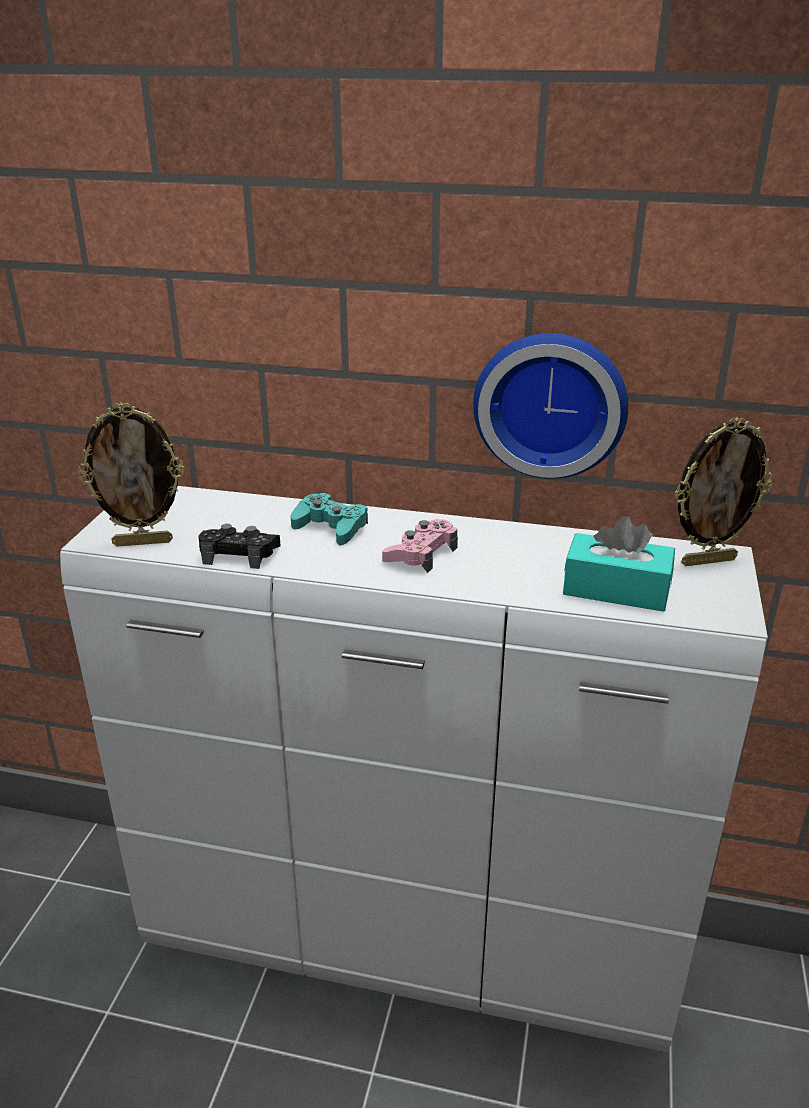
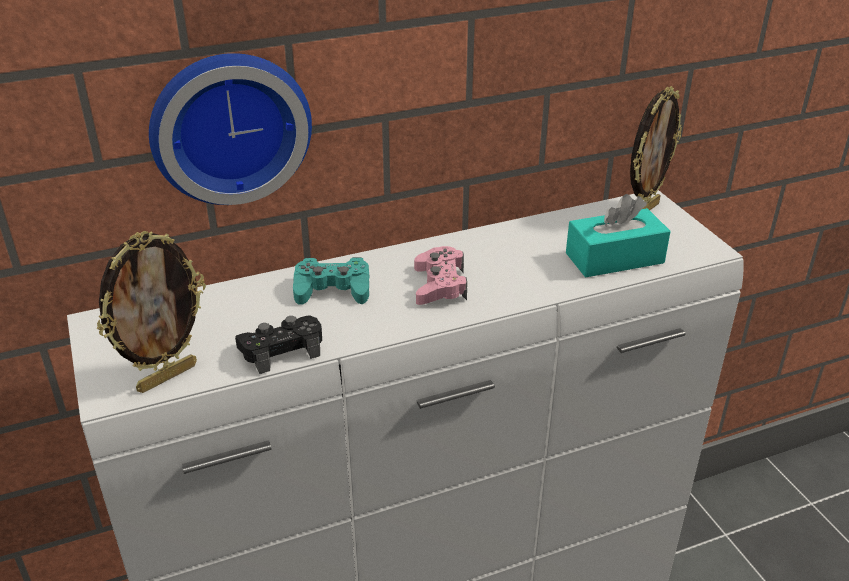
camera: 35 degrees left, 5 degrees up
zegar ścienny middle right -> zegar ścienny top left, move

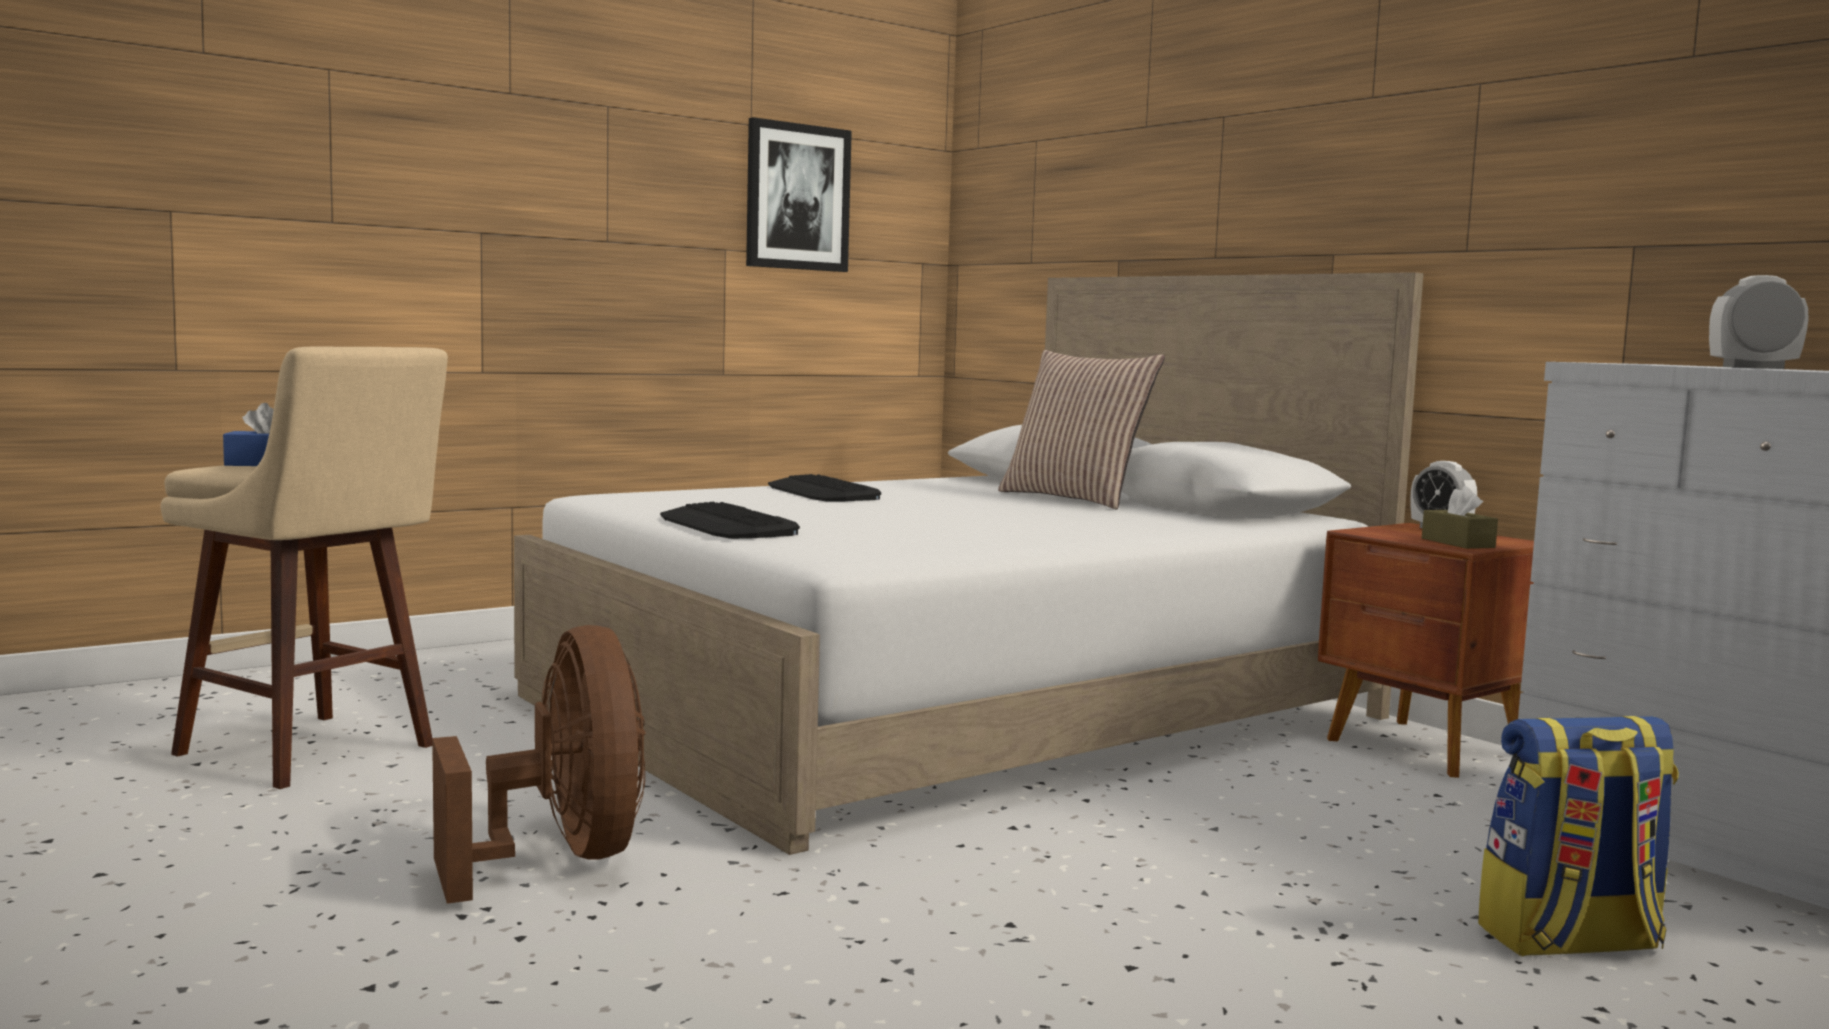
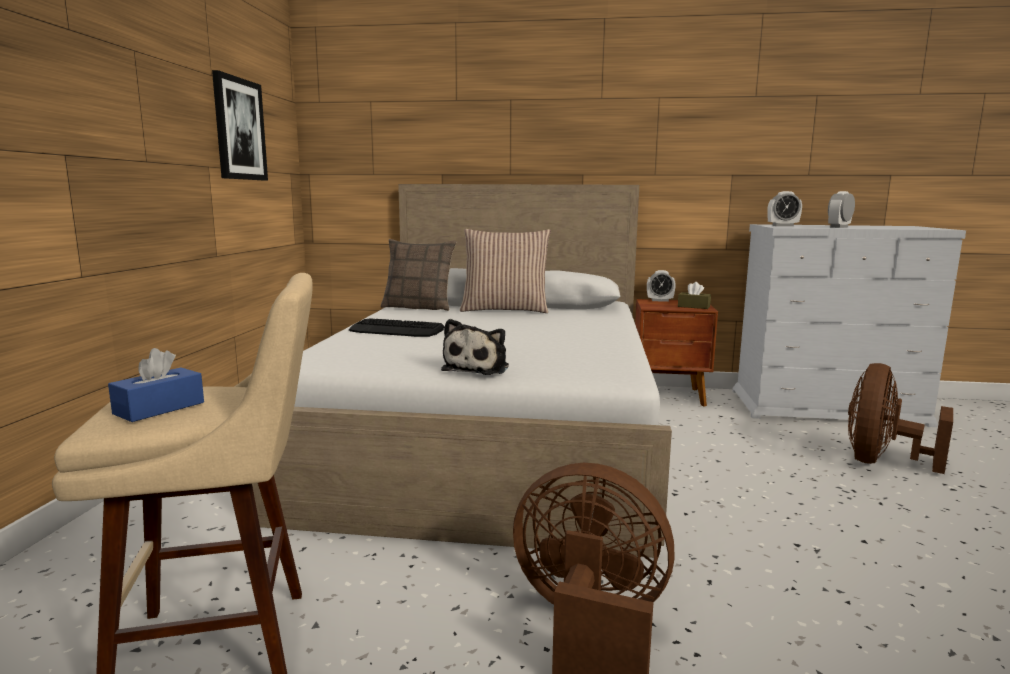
camera: 45 degrees left, 5 degrees up
klawiatura (1st from left) centre -> pluszak centre
plecak bottom right -> wentylator (brązowy) (2nd from left) middle right
none -> budzik (2nd from left) top right
none -> poduszka (1st from left) centre

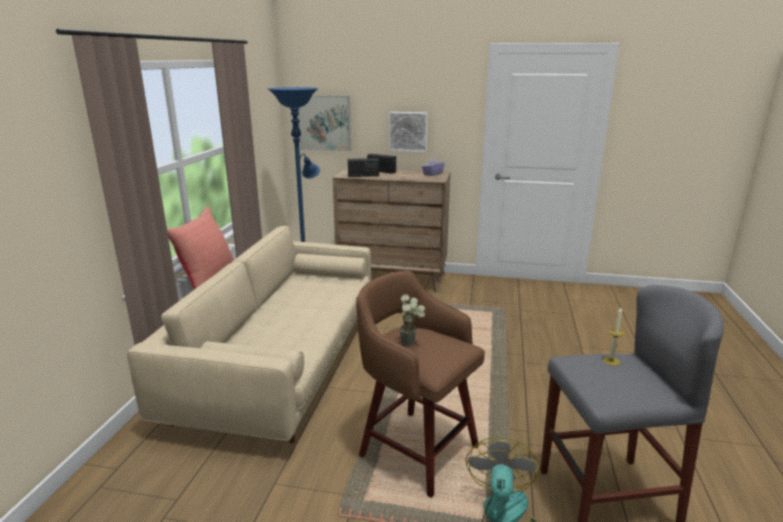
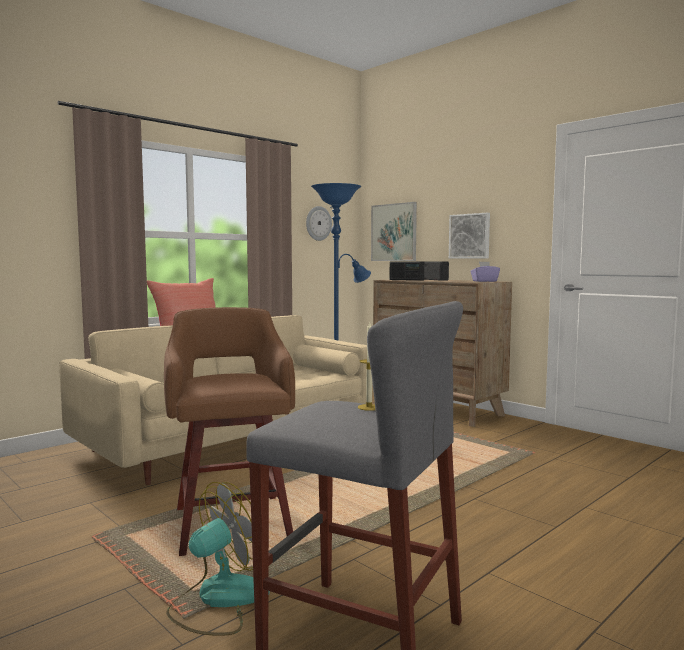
camera: 35 degrees right, 15 degrees down
roślina doniczkowa centre -> none
none -> zegar ścienny centre

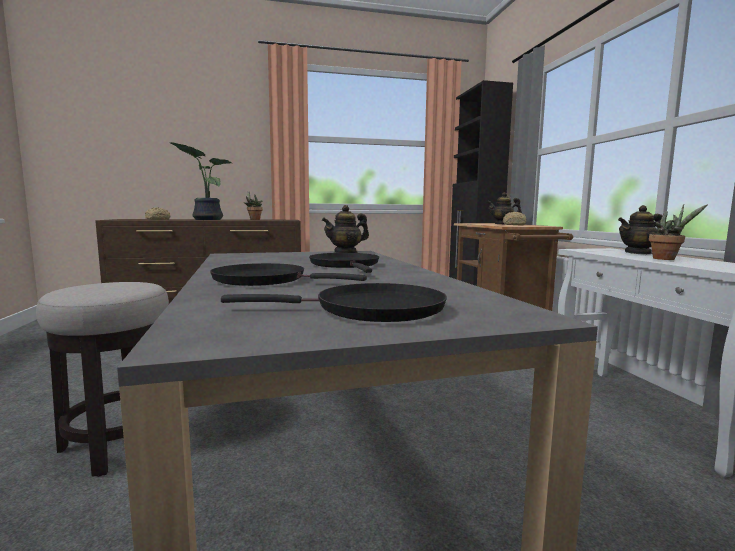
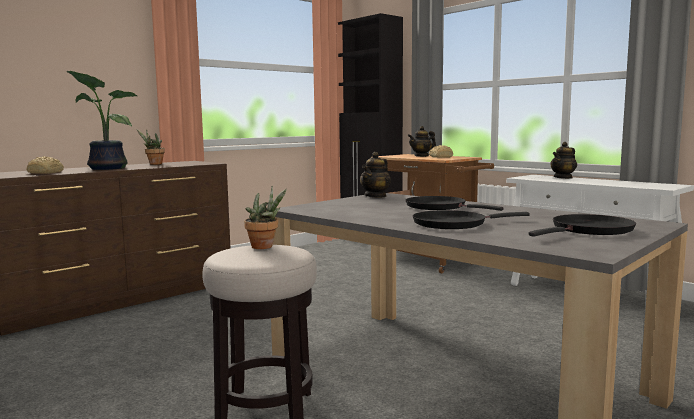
camera: 30 degrees left, 0 degrees up
roślina doniczkowa (3rd from left) middle right -> roślina doniczkowa (3rd from left) centre, move

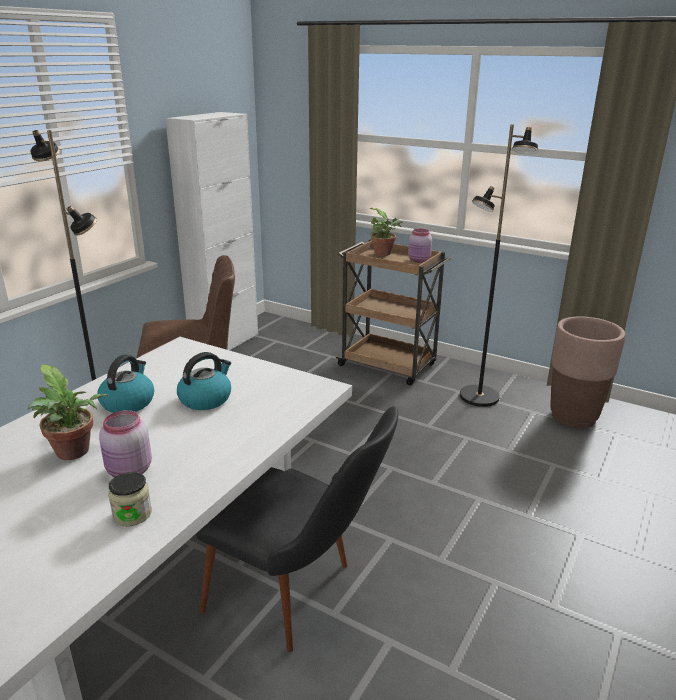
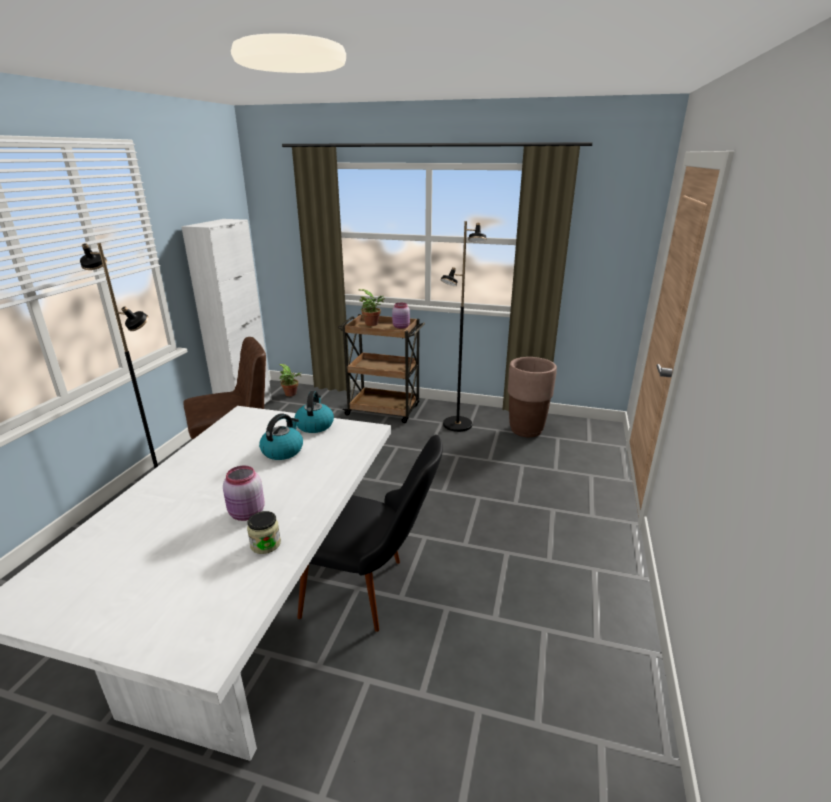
camera: 15 degrees left, 0 degrees up
czajnik (1st from left in the first image) middle left -> czajnik (2nd from left) centre, move
roślina doniczkowa (1st from left) middle left -> roślina doniczkowa (1st from left) centre, move

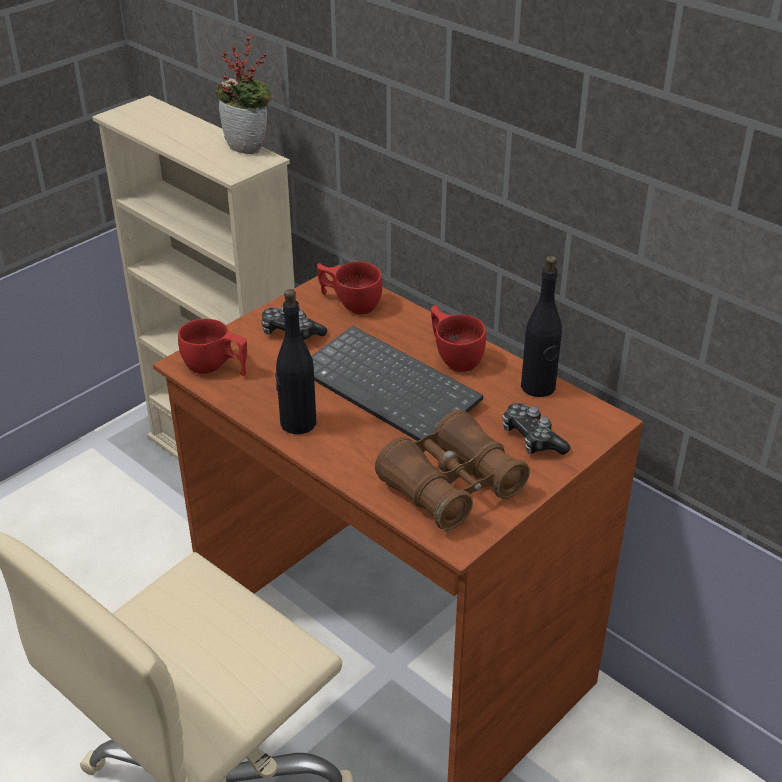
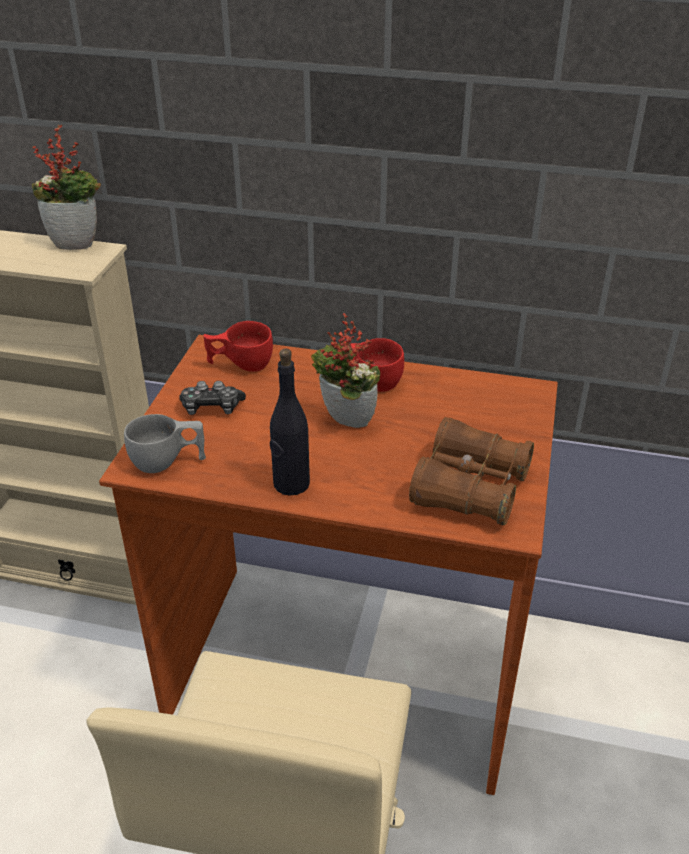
camera: 30 degrees left, 0 degrees up
butelka (czarny) (2nd from left) middle right -> none
filiżanka (czerwony) (1st from left) middle left -> filiżanka (szary) middle left
klawiatura centre -> roślina doniczkowa (2nd from left) centre
pad do gier (2nd from left) middle right -> none

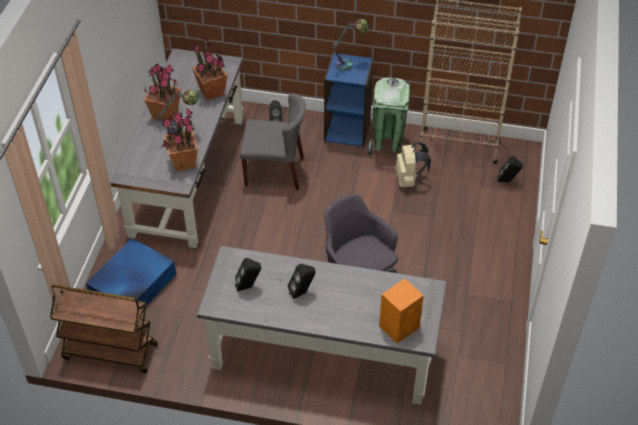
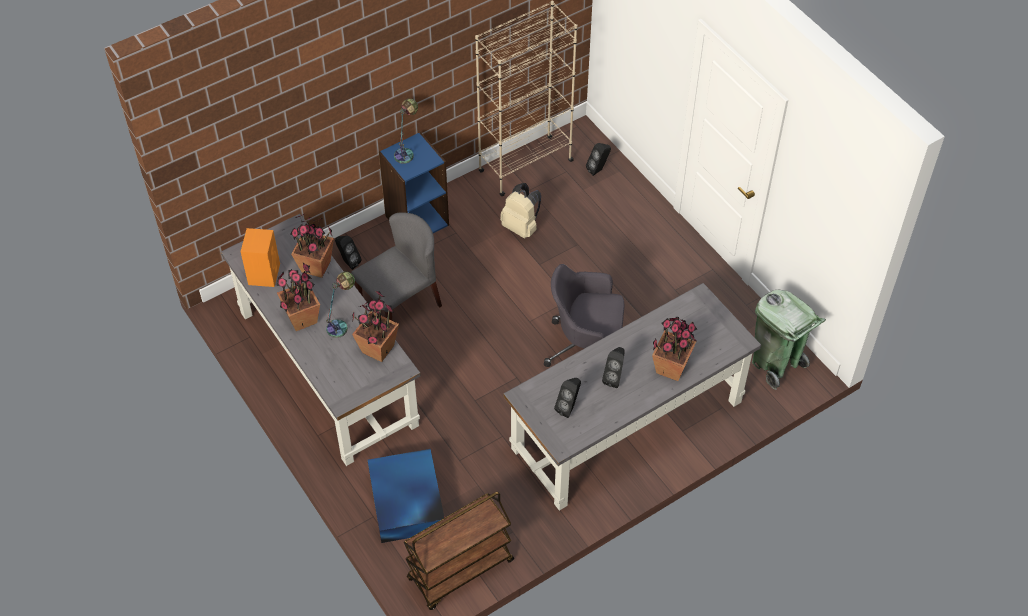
camera: 45 degrees left, 5 degrees up
kosz na śmieci (zielony) top centre -> kosz na śmieci (zielony) middle right, move
głośnik (pomarańczowy) bottom centre -> głośnik (pomarańczowy) middle left, move
none -> roślina doniczkowa (4th from left) centre

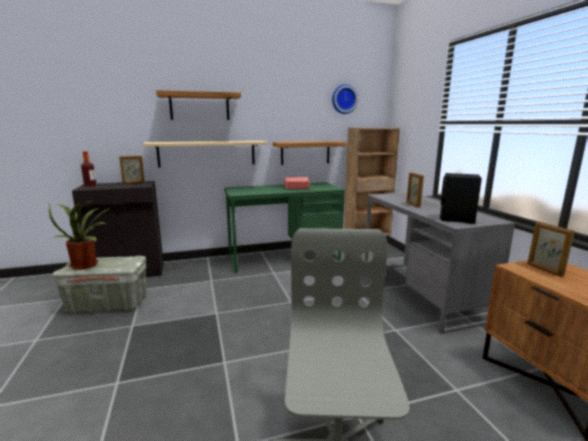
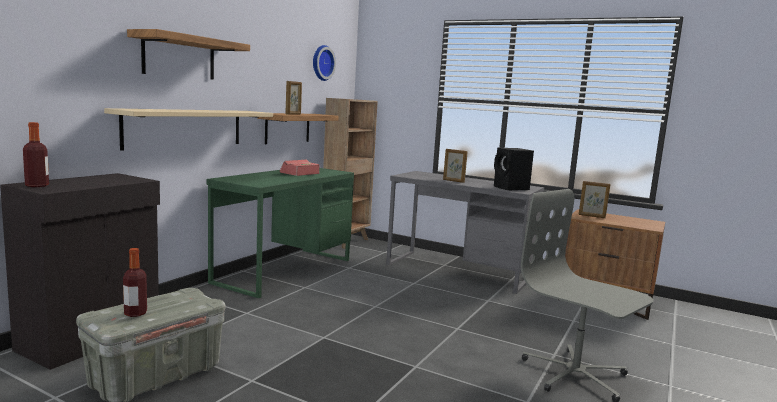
camera: 45 degrees left, 5 degrees down
ramka na zdjęcie (1st from left) middle left -> ramka na zdjęcie (1st from left) top centre, move
roślina doniczkowa middle left -> butelka (2nd from left) bottom left

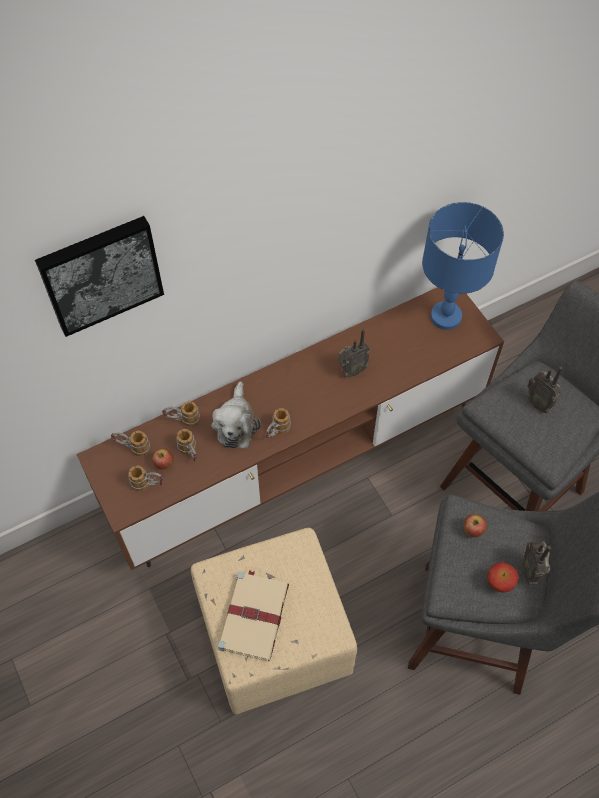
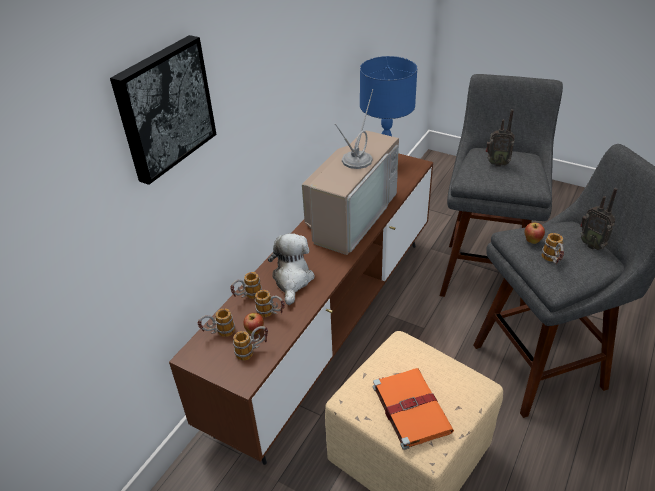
camera: 30 degrees left, 20 degrees down
radio (1st from left) centre -> telewizor centre
pluszak centre, 150 degrees counterclockwise
kubek (5th from left) centre -> kubek (5th from left) middle right, move
jabłko (3rd from left) bottom right -> none
książka (beżowy) bottom centre -> książka (pomarańczowy) bottom centre

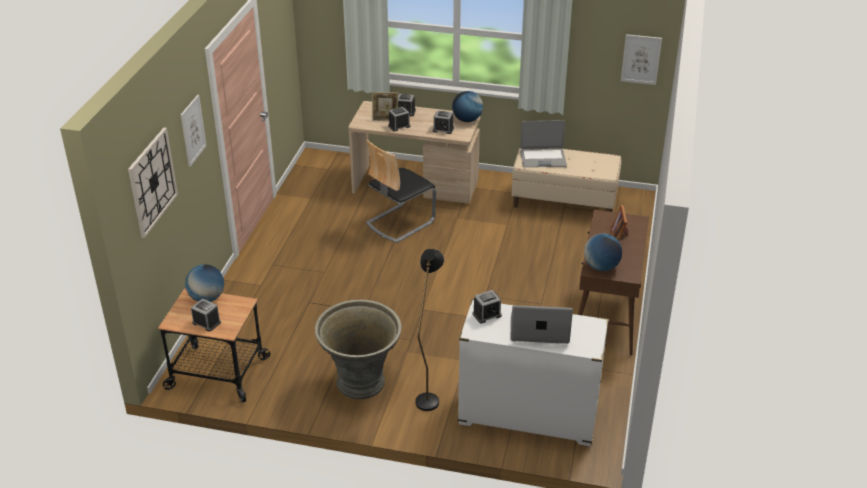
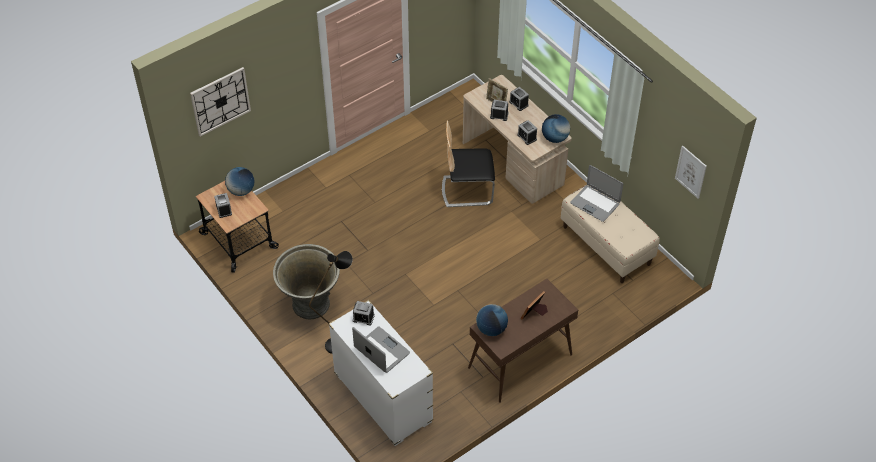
camera: 40 degrees right, 15 degrees up
obraz (1st from left) top left -> none

